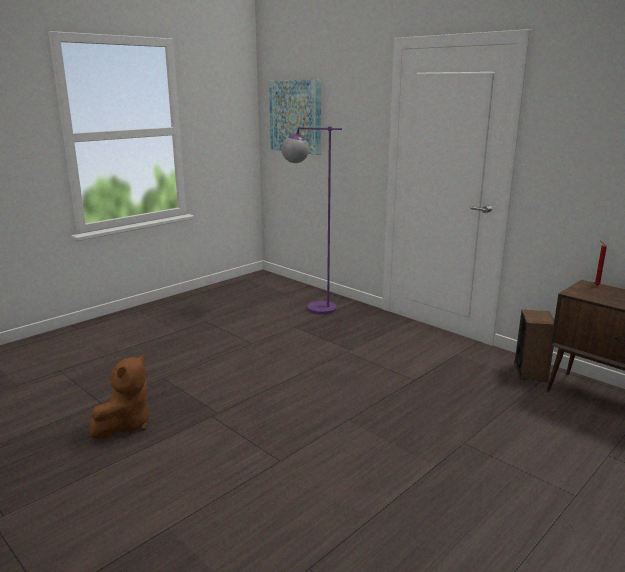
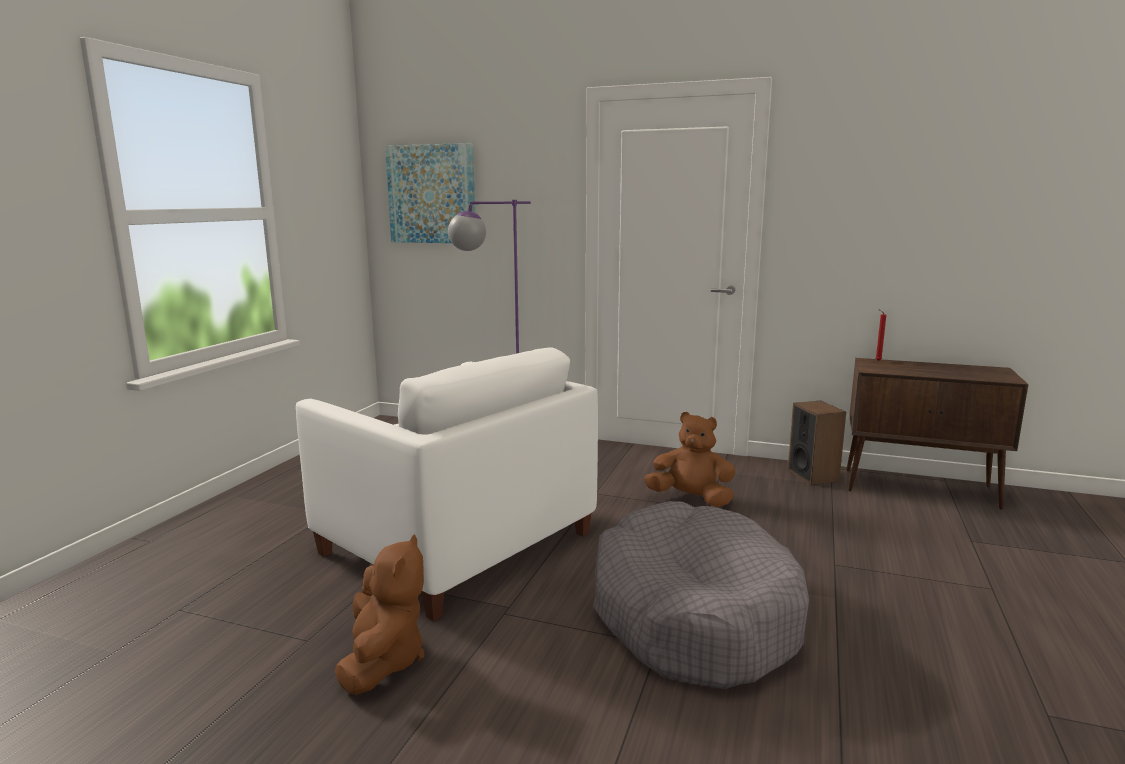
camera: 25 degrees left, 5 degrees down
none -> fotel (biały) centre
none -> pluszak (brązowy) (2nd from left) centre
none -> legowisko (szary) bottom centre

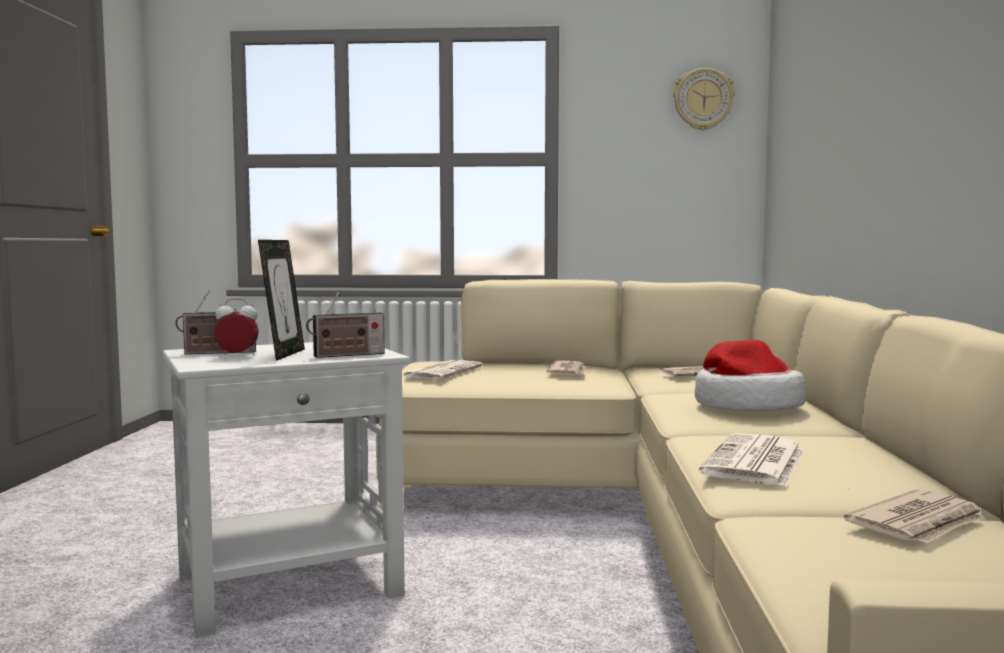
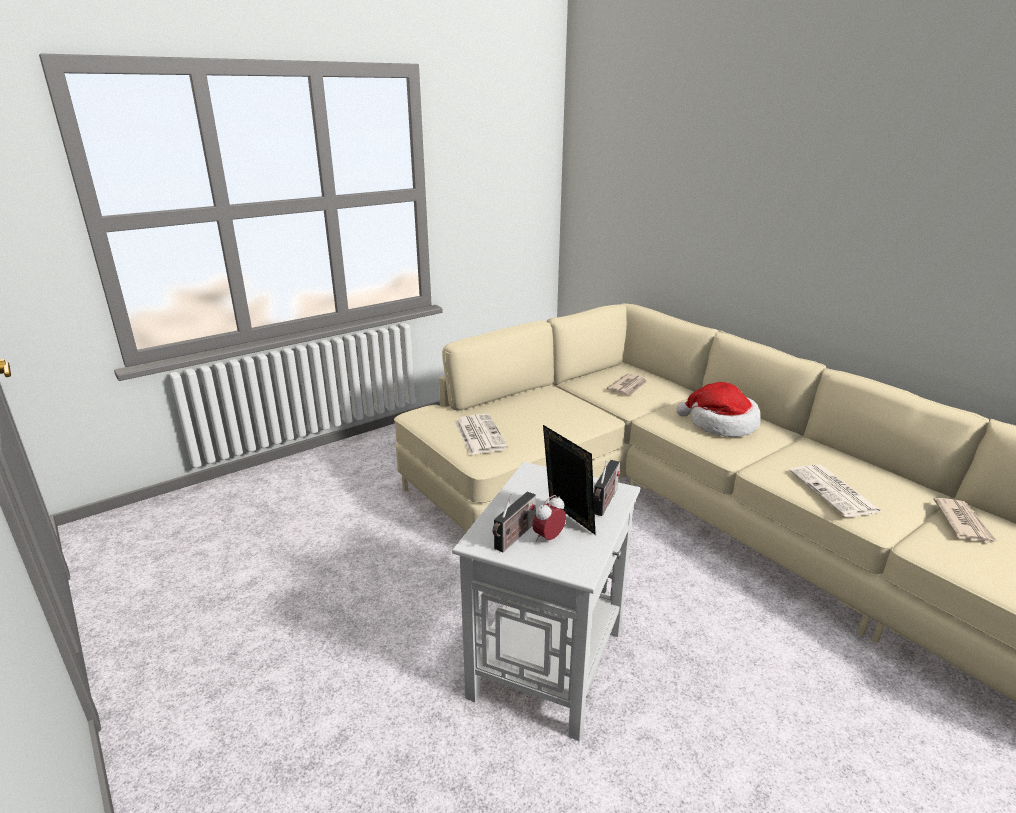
camera: 40 degrees left, 20 degrees up
zegar ścienny top right -> none
gazeta (2nd from left) centre -> none

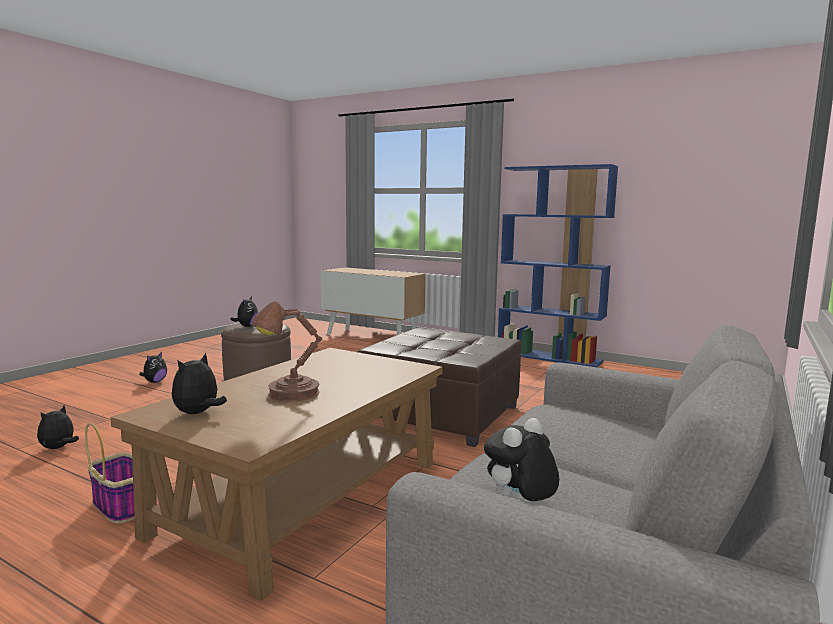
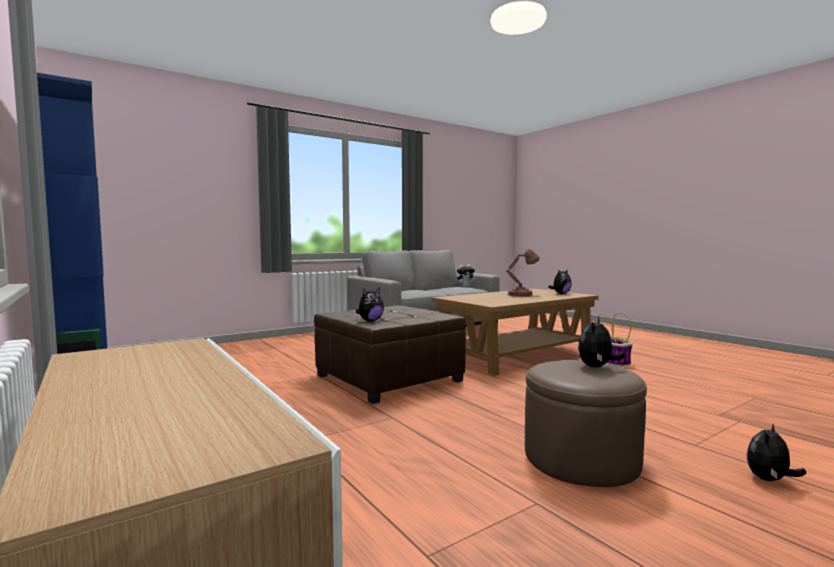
camera: 155 degrees left, 5 degrees down
pluszak (1st from left) bottom left -> pluszak (1st from left) centre, move

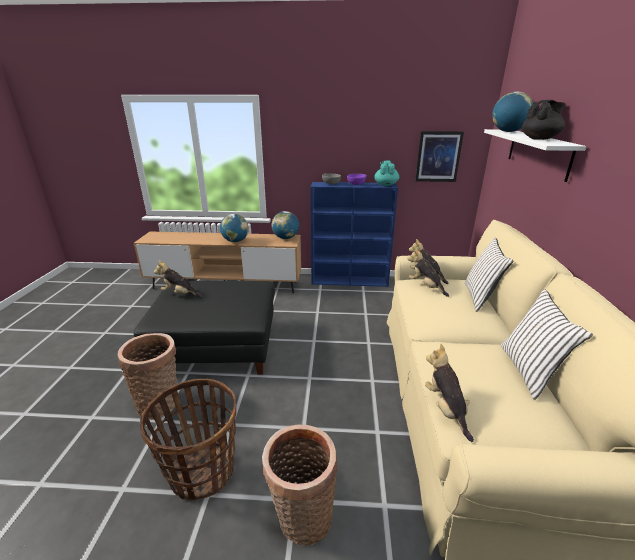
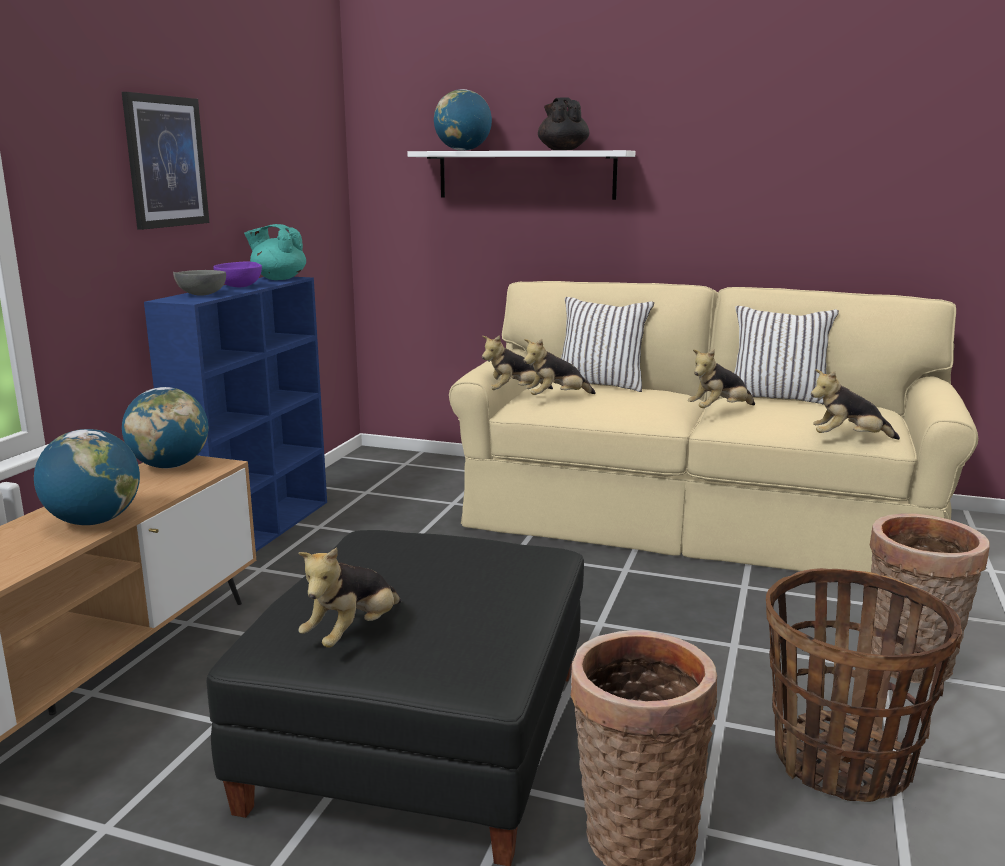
camera: 75 degrees left, 10 degrees down
obraz top right -> obraz top left, move
none -> pluszak (4th from left) middle right

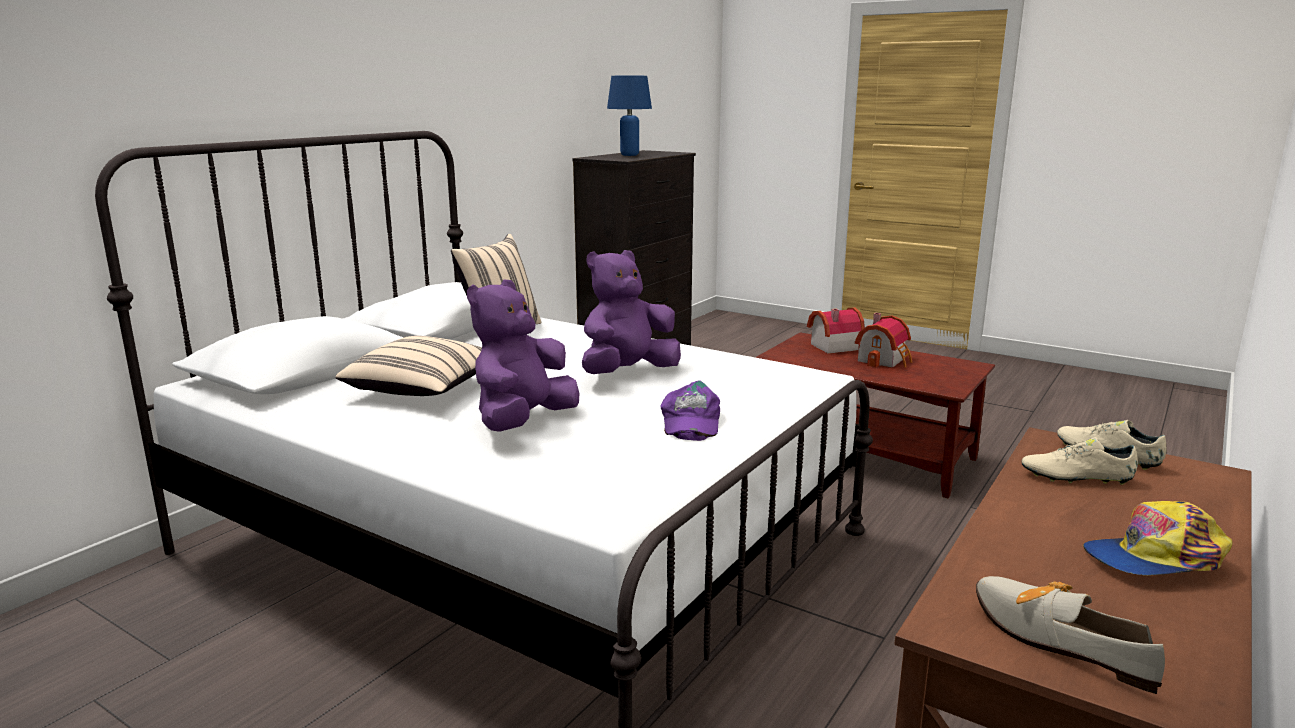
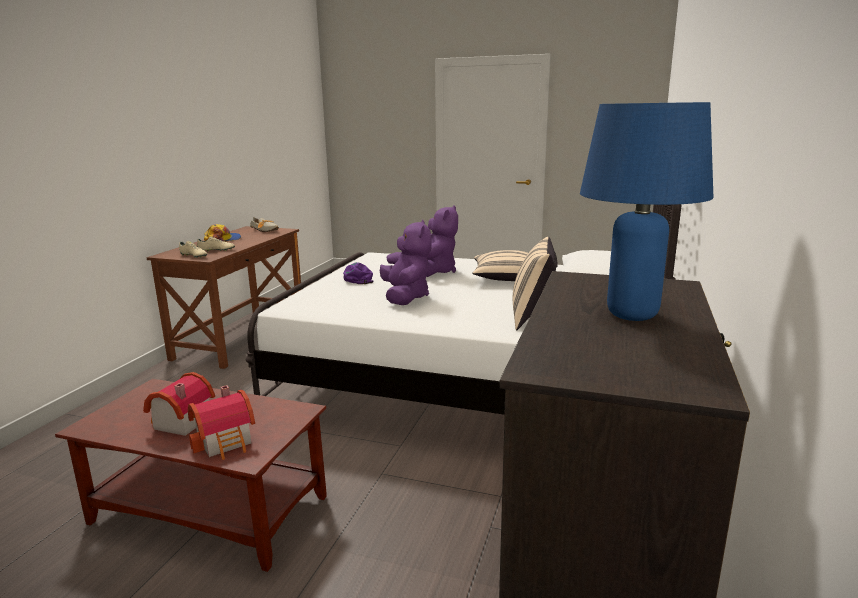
camera: 165 degrees right, 0 degrees up
pluszak (fioletowy) (2nd from left in the first image) centre -> pluszak (fioletowy) (1st from left) centre, 45 degrees counterclockwise

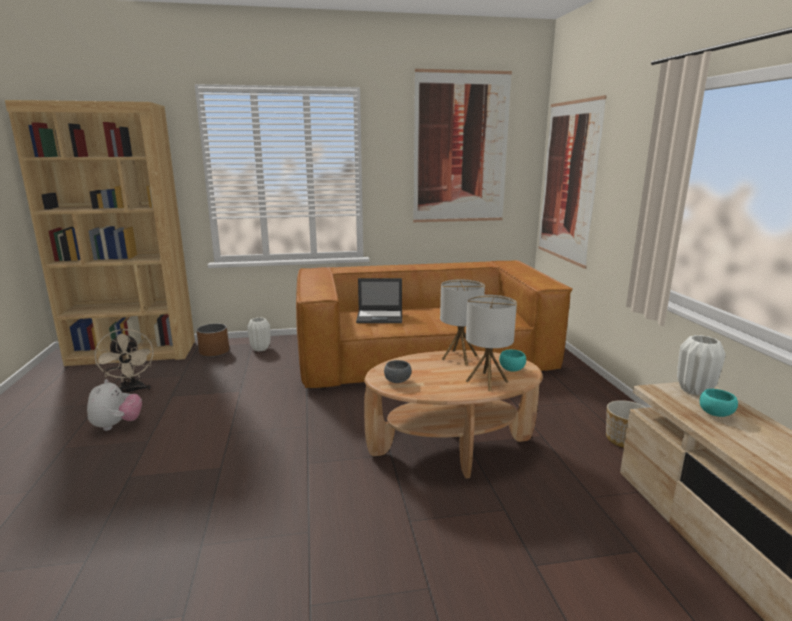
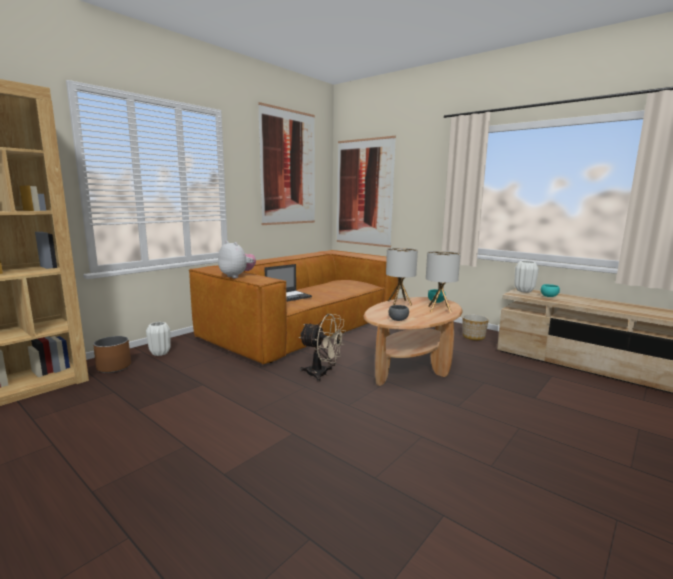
camera: 40 degrees left, 5 degrees down
wentylator (beżowy) middle left -> wentylator (beżowy) centre, move
pluszak middle left -> pluszak centre, move

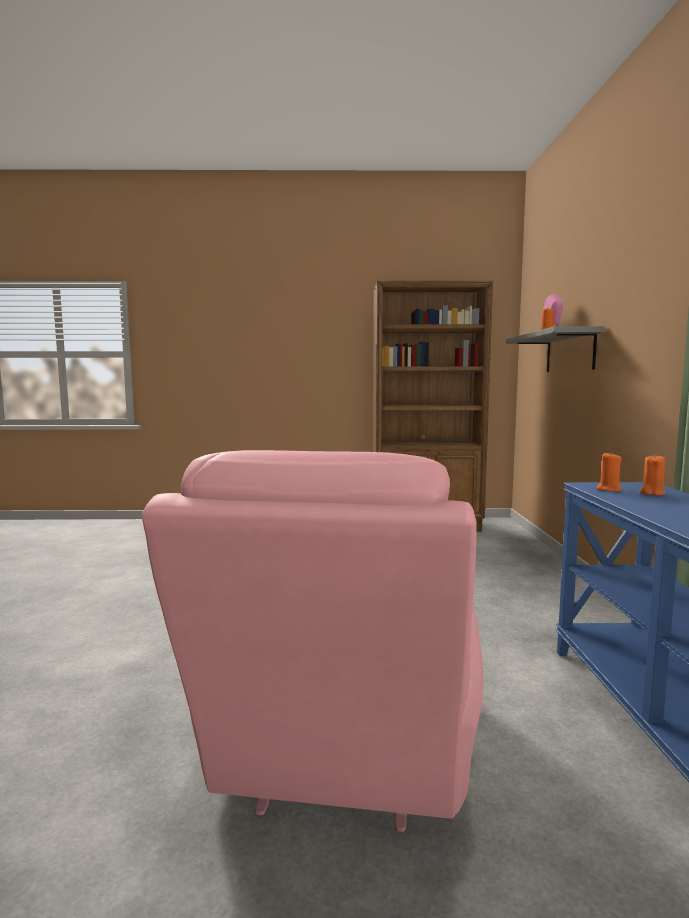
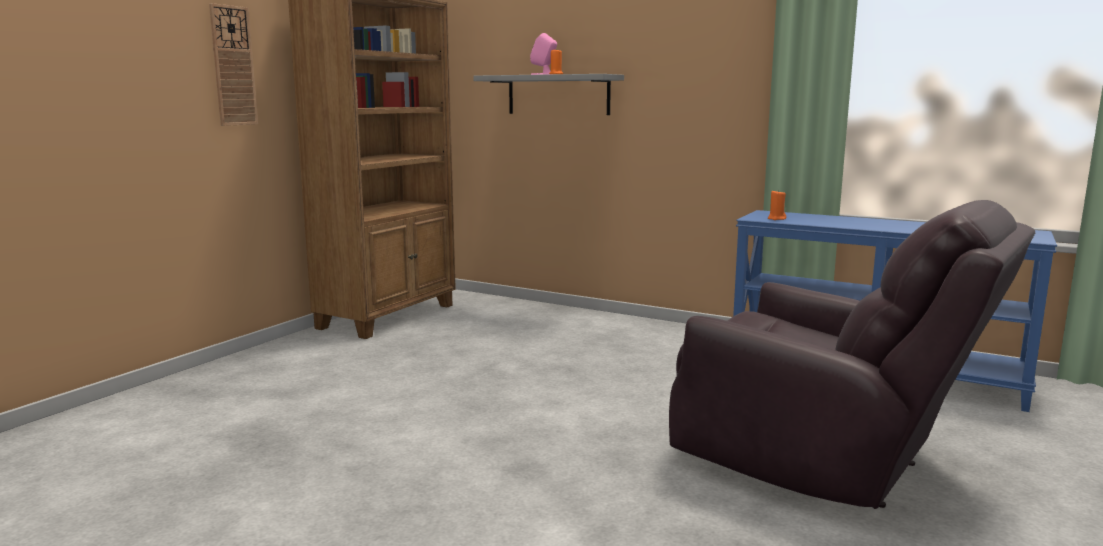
camera: 60 degrees left, 5 degrees up
fotel (różowy) bottom centre -> fotel (brązowy) middle right
świeca (pomarańczowy) (3rd from left) middle right -> none
none -> zegar ścienny top left

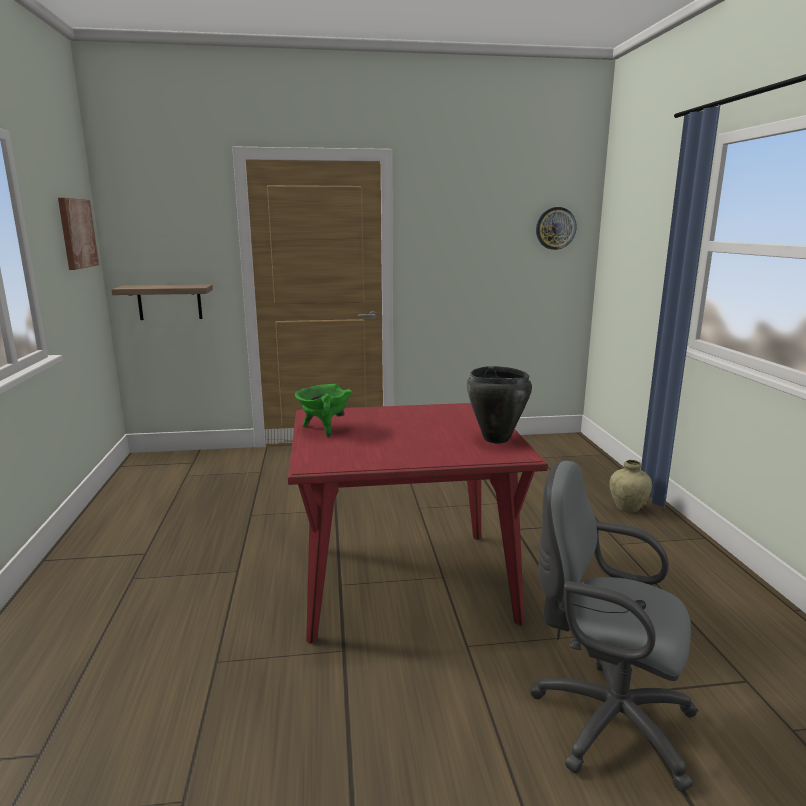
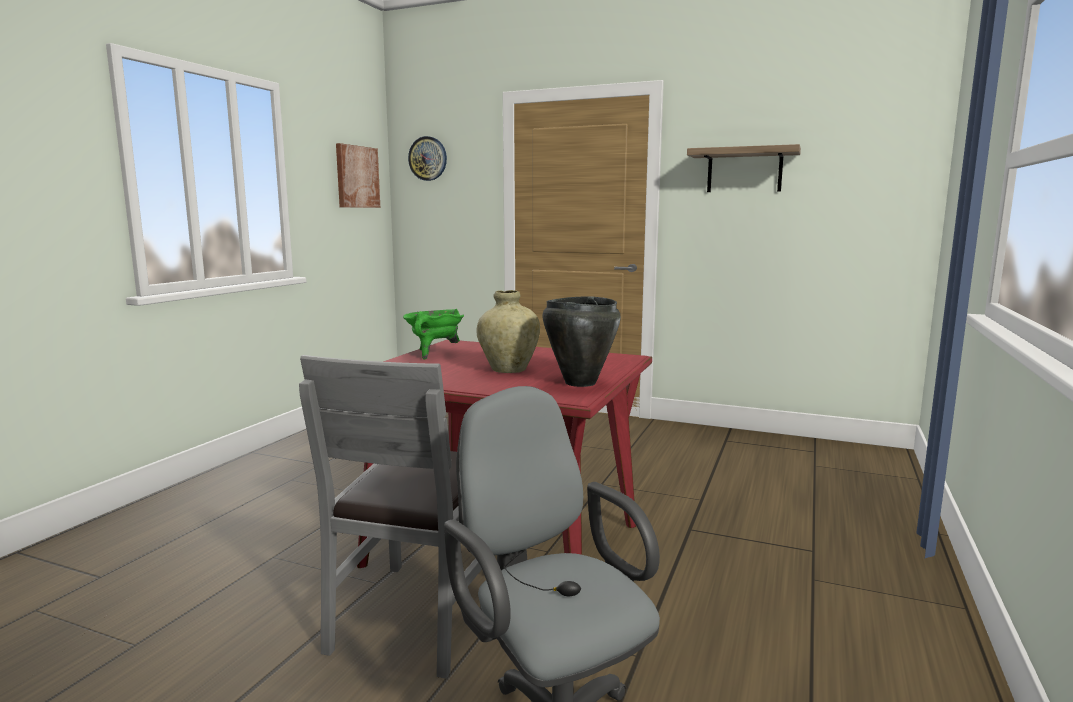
camera: 30 degrees right, 5 degrees down
zegar ścienny top right -> zegar ścienny top centre, move
półka middle left -> półka top right, move
wazon (beżowy) middle right -> wazon (beżowy) centre, move
none -> krzesło (szary) bottom centre

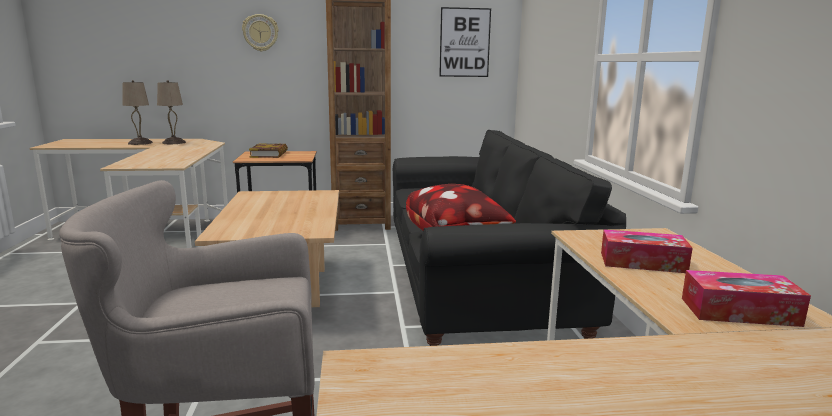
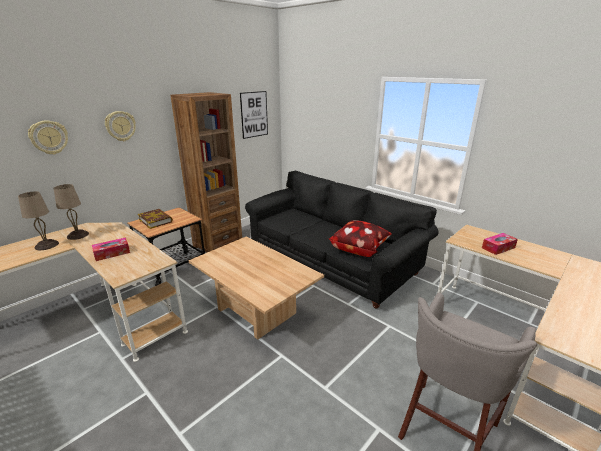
camera: 40 degrees left, 10 degrees up
pudełko chusteczek (2nd from left in the first image) bottom right -> pudełko chusteczek (1st from left) middle left, move
none -> zegar ścienny (1st from left) top left

